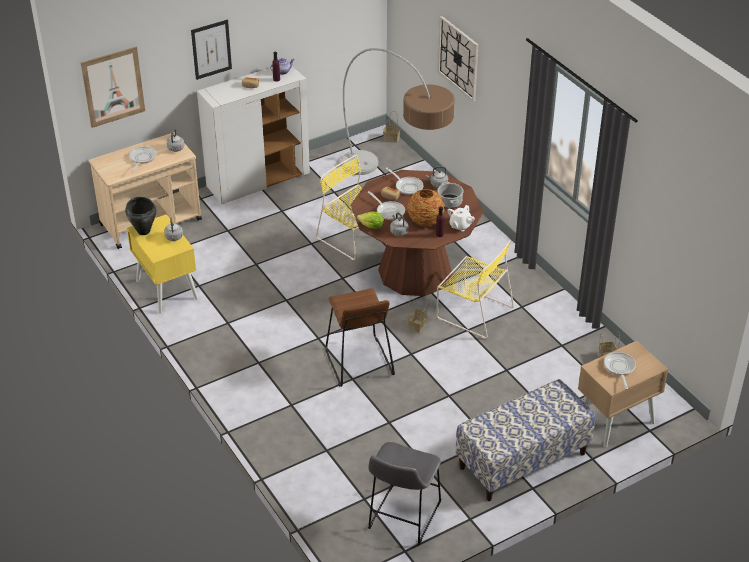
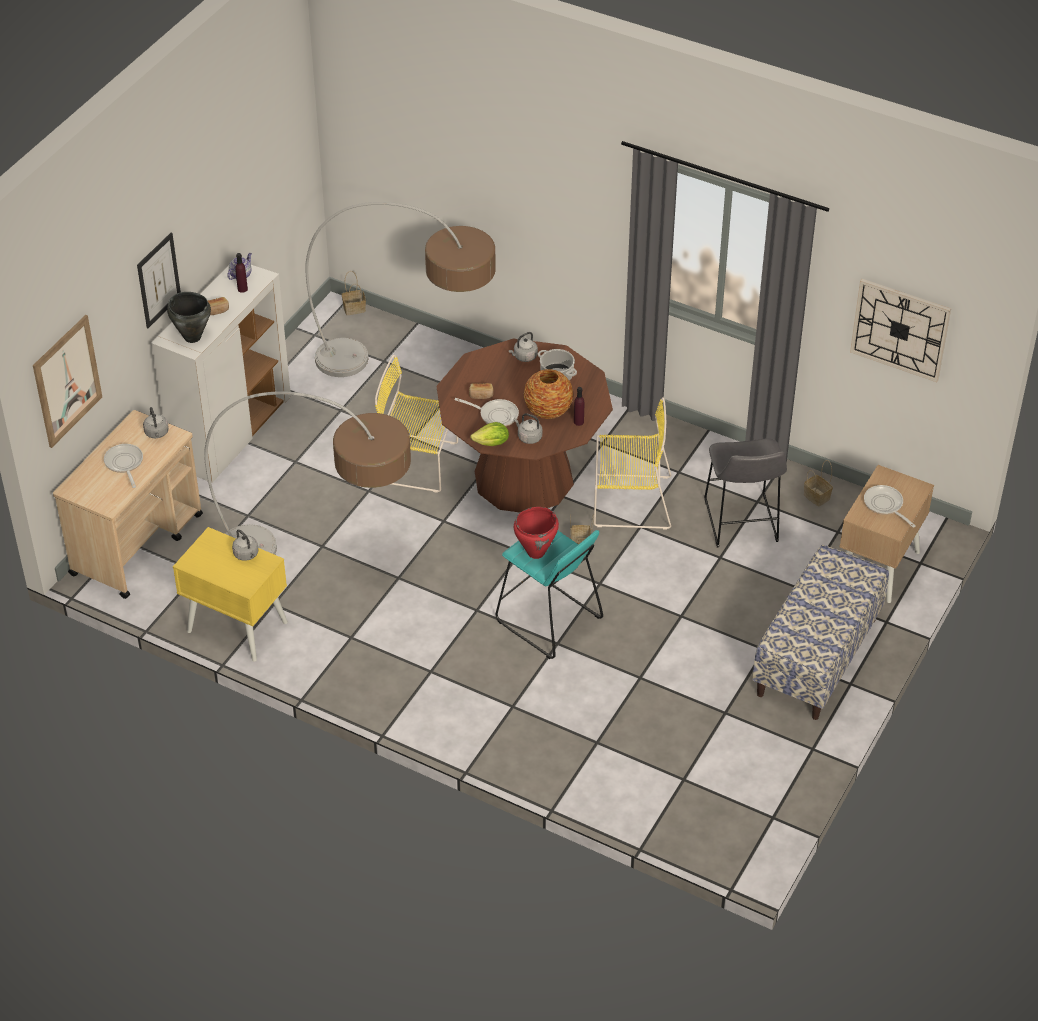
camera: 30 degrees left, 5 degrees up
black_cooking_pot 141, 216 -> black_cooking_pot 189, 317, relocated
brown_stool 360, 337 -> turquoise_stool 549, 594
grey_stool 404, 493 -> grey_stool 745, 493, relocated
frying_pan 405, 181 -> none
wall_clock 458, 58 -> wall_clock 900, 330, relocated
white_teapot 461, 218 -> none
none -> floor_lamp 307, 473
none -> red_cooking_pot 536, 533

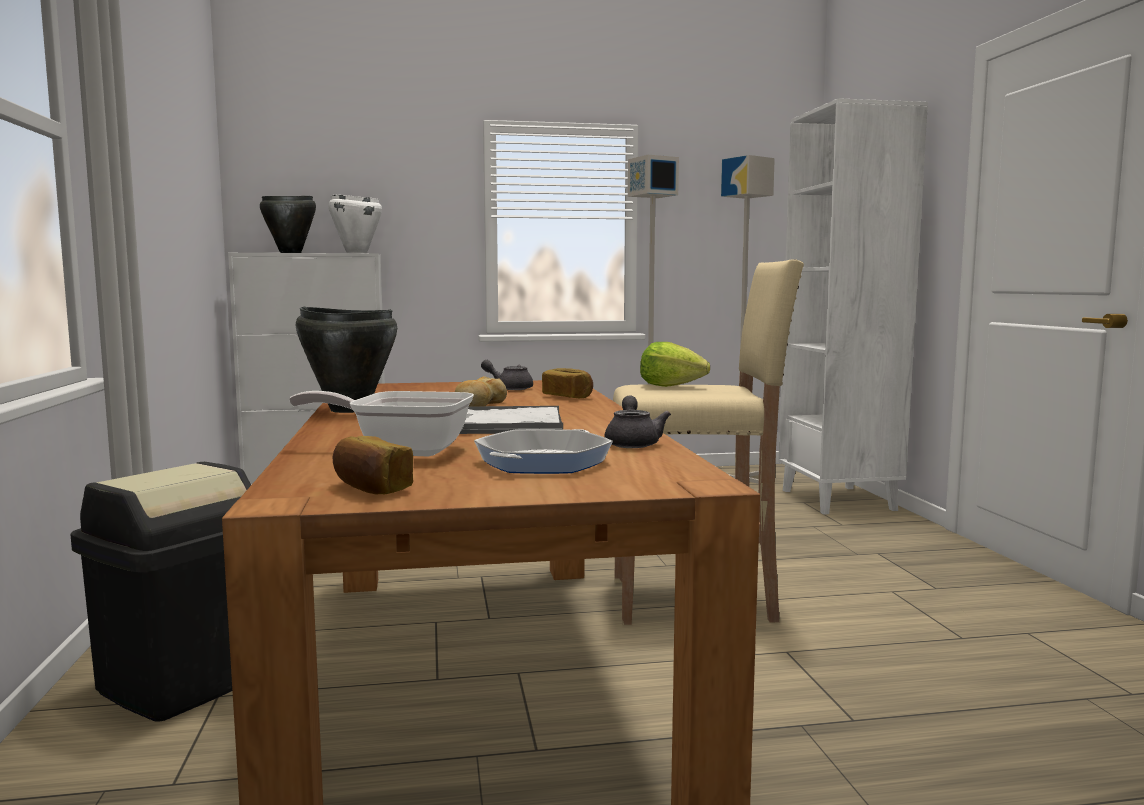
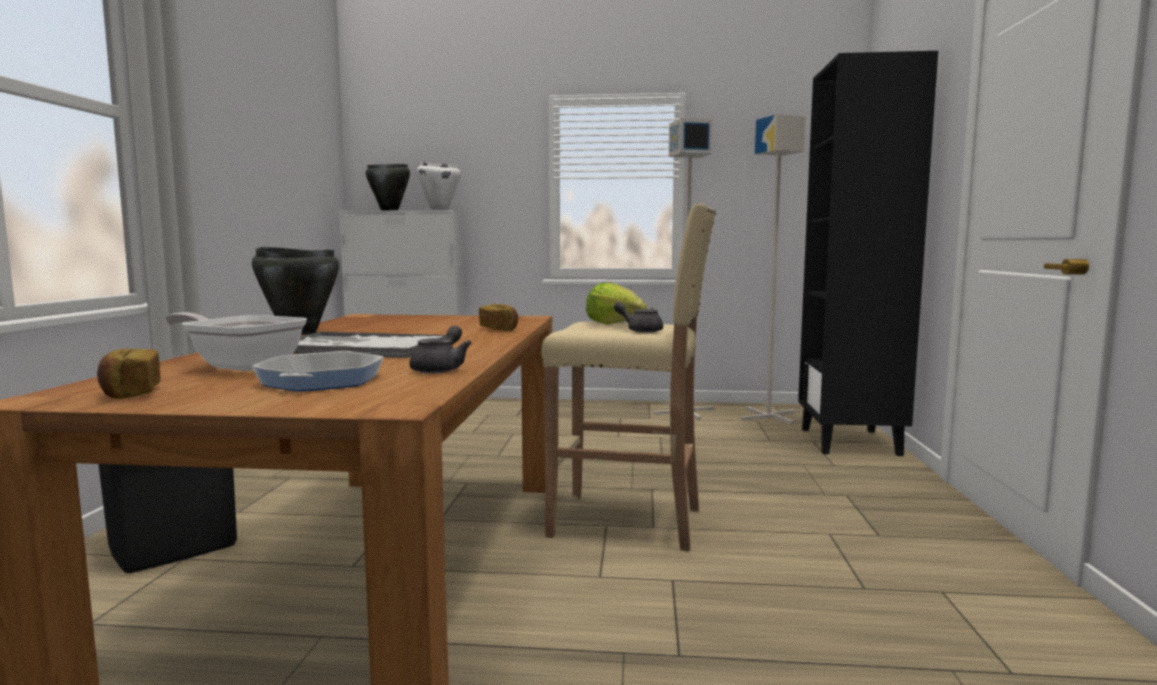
camera: 15 degrees right, 0 degrees up
bread 481, 391 -> none
frying_pan 543, 451 -> frying_pan 318, 371, 45 degrees counterclockwise
grey_teapot 507, 375 -> grey_teapot 638, 317, relocated
white_bookcase 853, 306 -> black_bookcase 868, 253

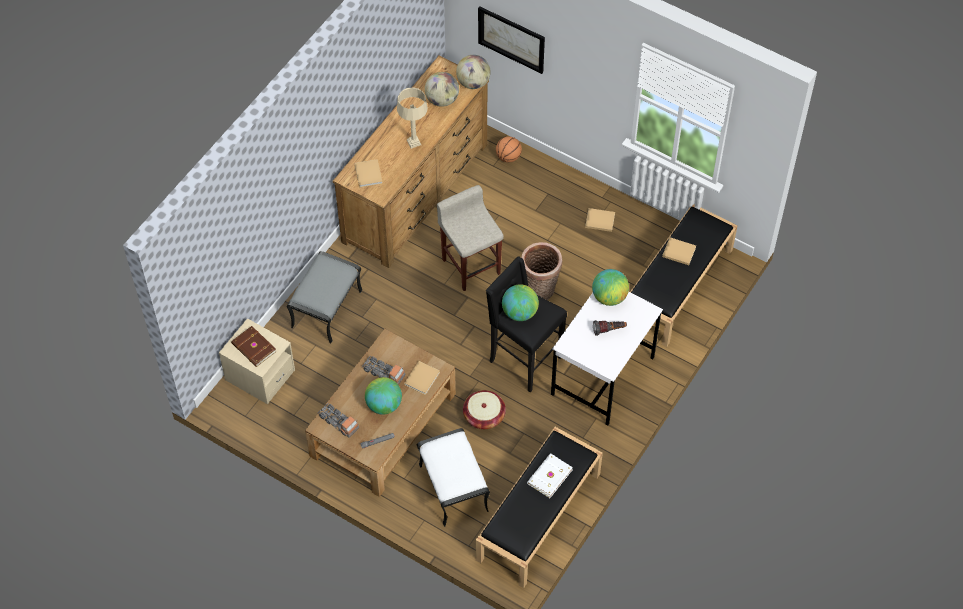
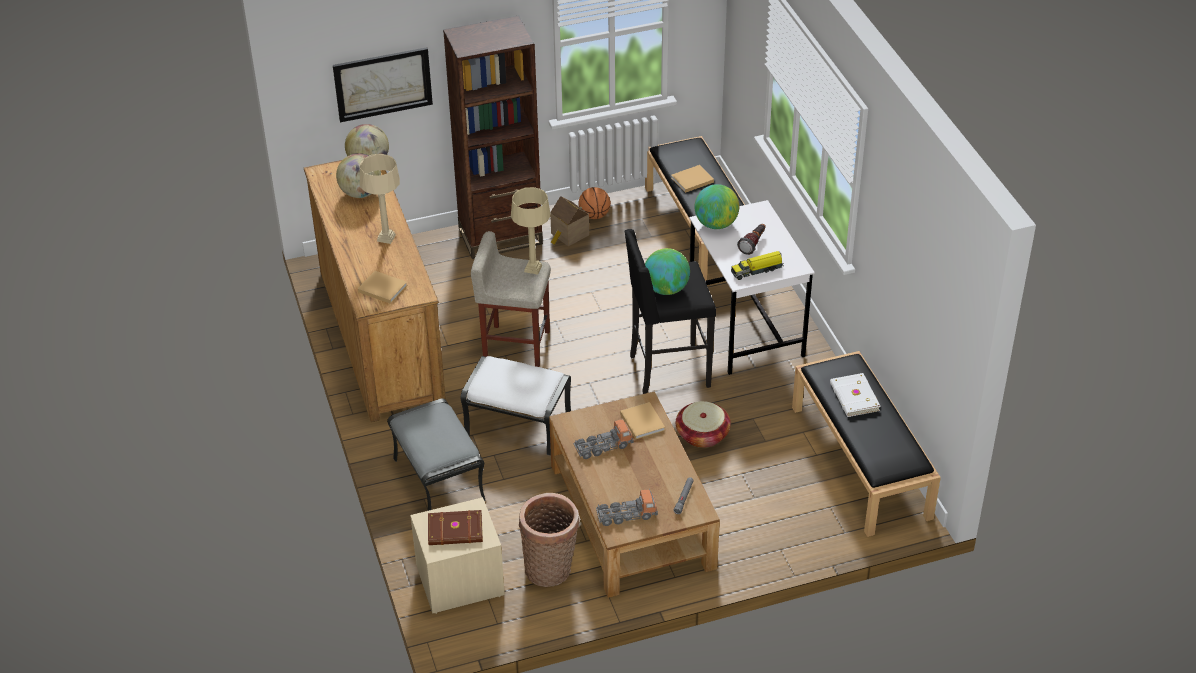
camera: 50 degrees left, 15 degrees down
globe 383, 396 -> none
white_ottoman 453, 477 -> white_ottoman 515, 406, relocated
basketball 509, 149 -> basketball 594, 203, relocated
basket 541, 271 -> basket 549, 540, relocated
beige_book 600, 220 -> toy_house 569, 221
none -> brown_bookcase 493, 137
none -> beige_table_lamp 530, 231
none -> toy_truck 757, 265

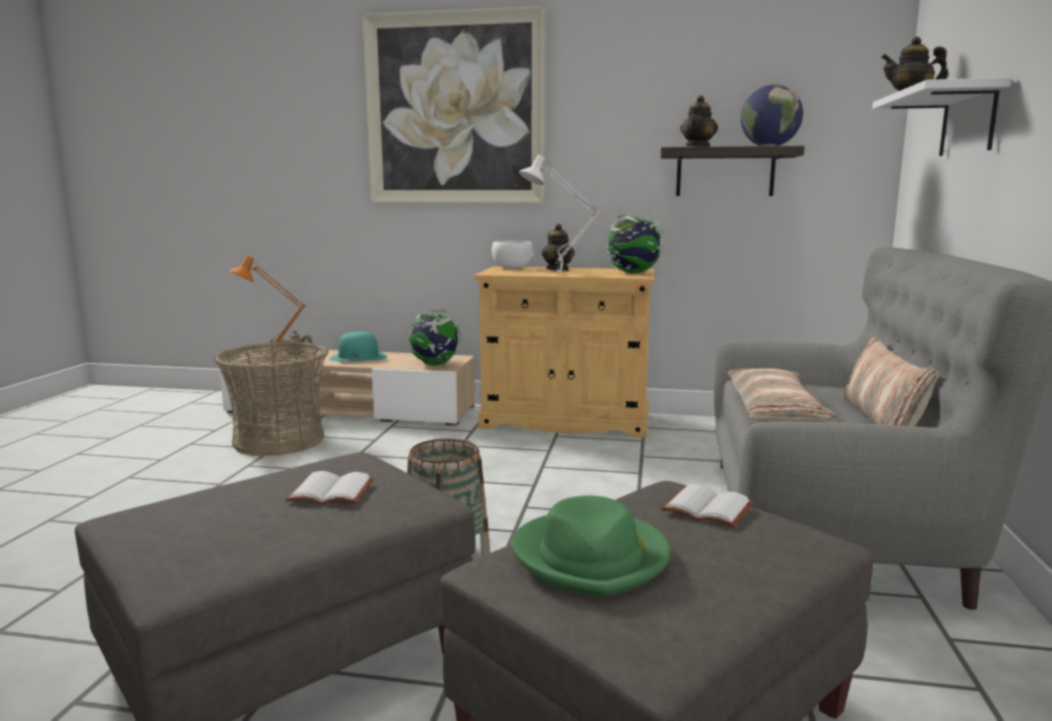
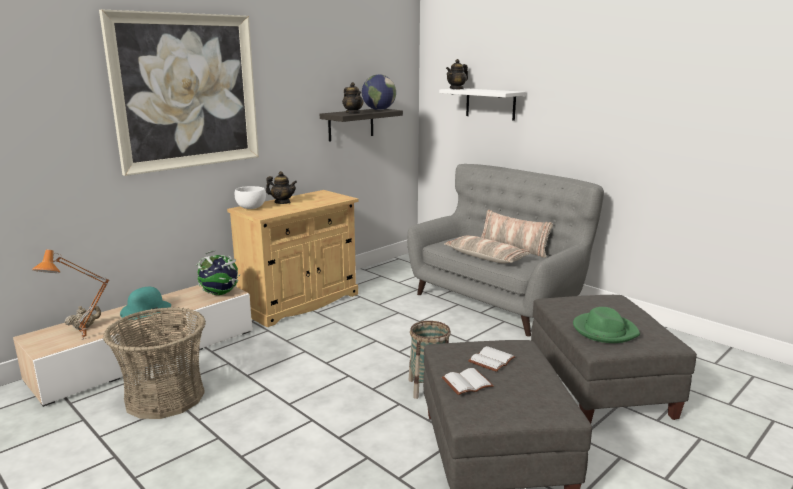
camera: 55 degrees left, 5 degrees up
white_table_lamp 559, 215 -> none
globe 635, 244 -> none
white_book 707, 505 -> white_book 468, 381, relocated

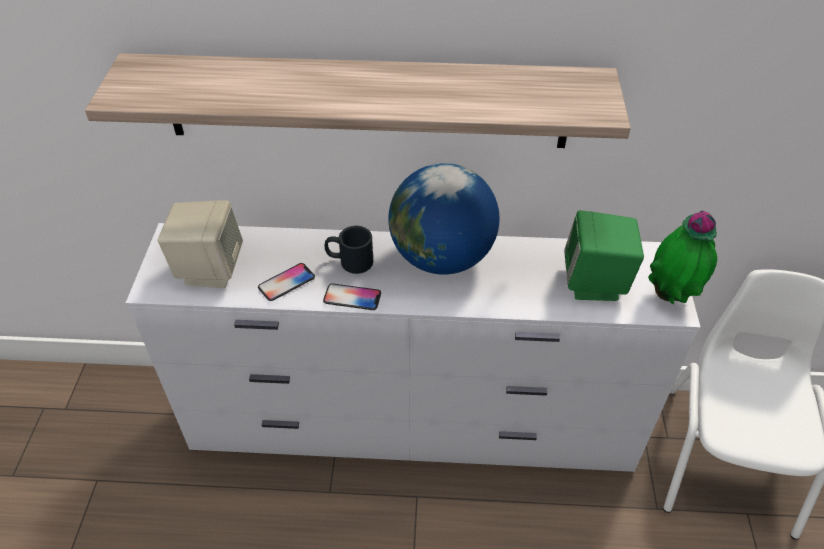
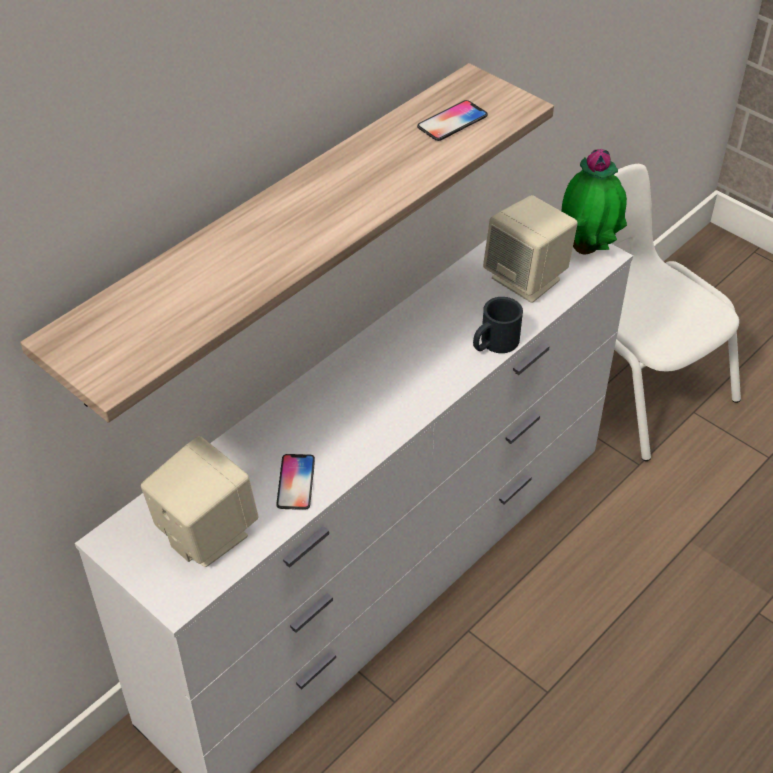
camera: 50 degrees left, 0 degrees up
phone 352, 296 -> phone 452, 120, relocated
black_mug 349, 250 -> black_mug 498, 325, relocated
globe 444, 219 -> none
green_speaker 604, 255 -> beige_speaker 530, 249

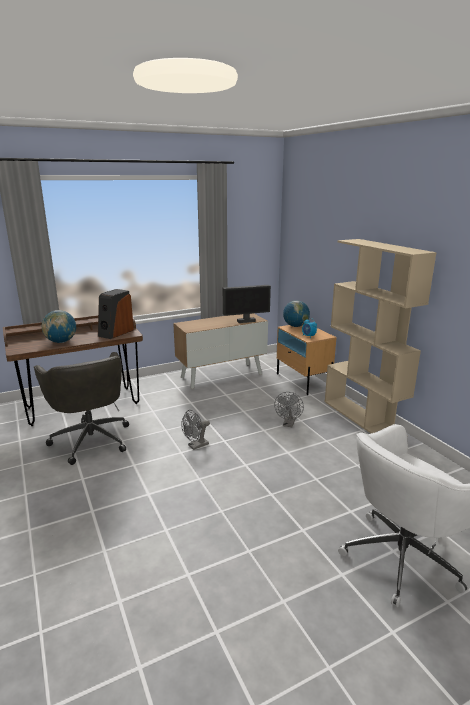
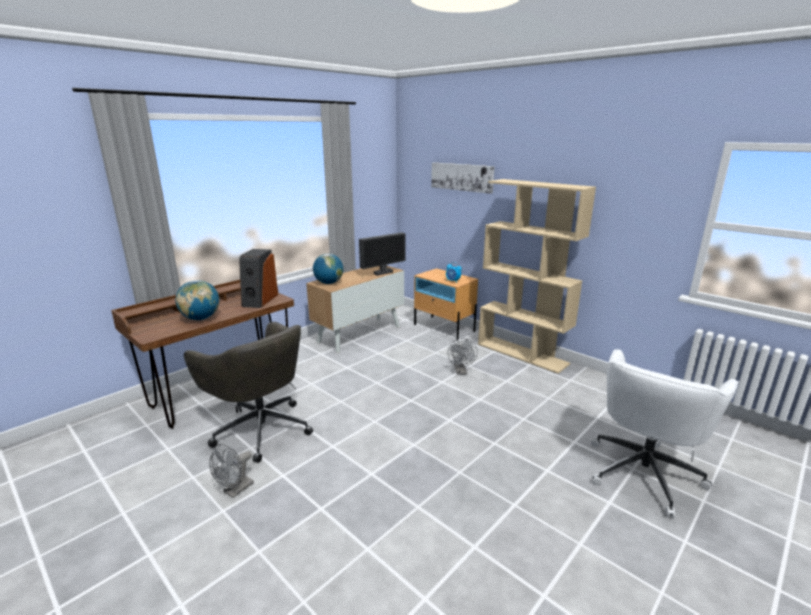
camera: 20 degrees left, 0 degrees up
grey_fan 195, 430 -> grey_fan 231, 471, relocated
globe 296, 313 -> globe 328, 269, relocated
none -> picture 463, 178

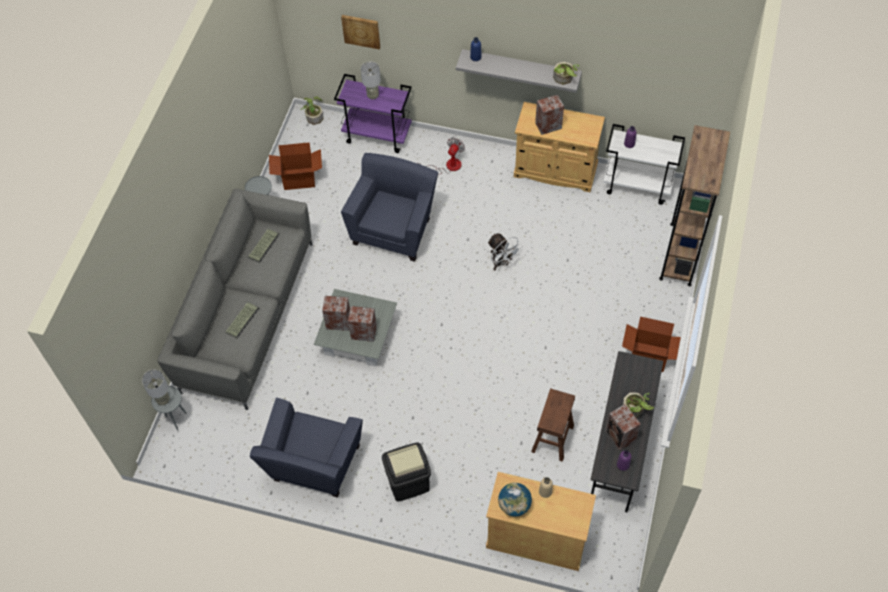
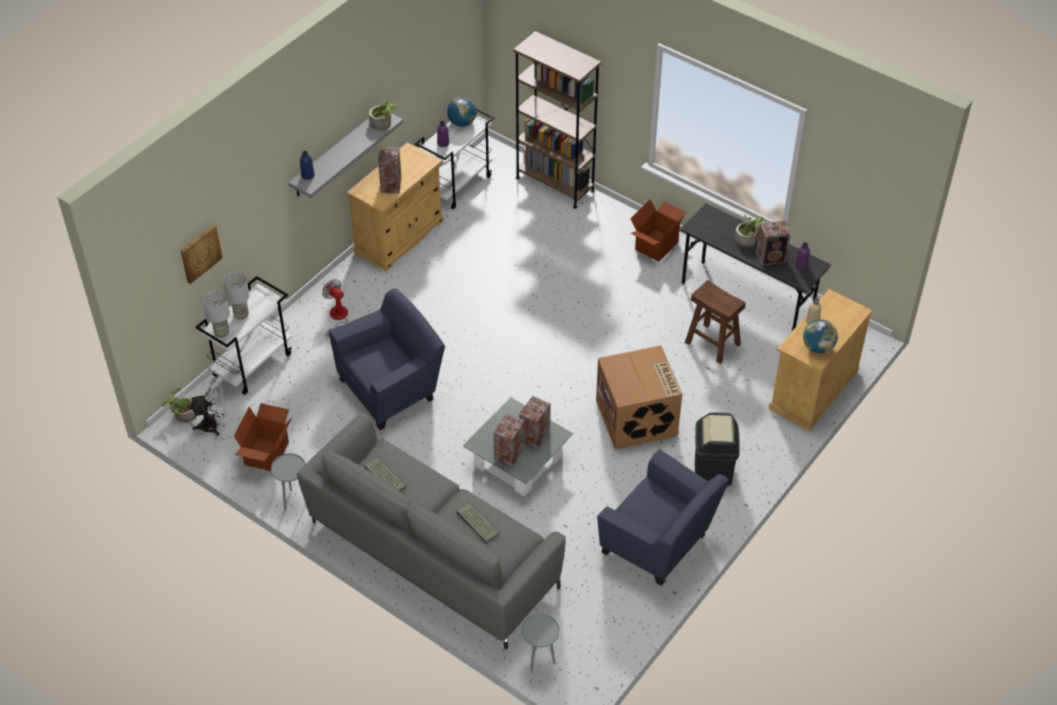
camera: 70 degrees left, 10 degrees down
grey_table_lamp 156, 387 -> grey_table_lamp 216, 314, relocated
purple_cart 373, 113 -> white_cart 244, 335
blue_armchair 389, 207 -> blue_armchair 387, 359, 105 degrees clockwise
white_fan 504, 252 -> white_fan 208, 409, relocated
none -> globe 461, 112
none -> cardboard_box 639, 397

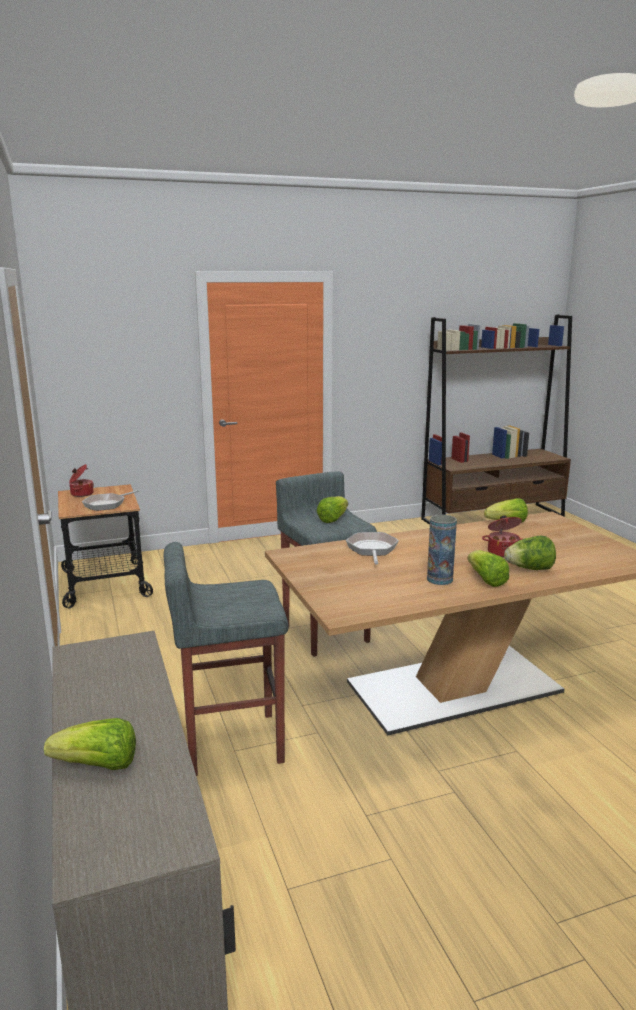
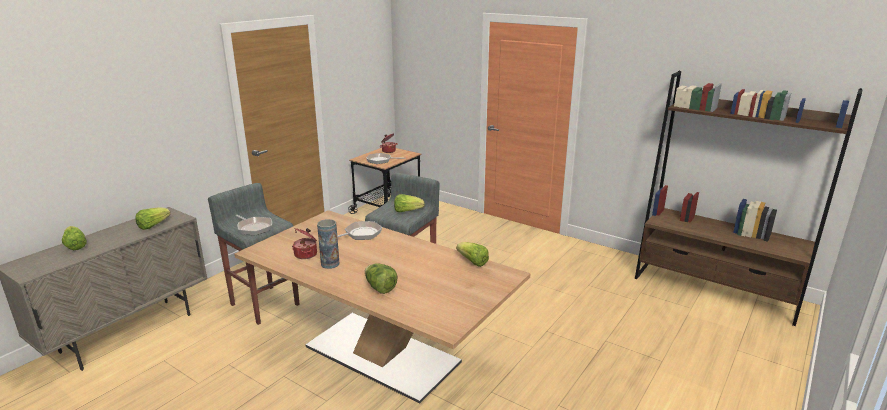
camera: 55 degrees right, 5 degrees up
lettuce 488, 568 -> lettuce 153, 218, relocated
cooking_pot 502, 536 -> cooking_pot 304, 243, relocated
none -> frying_pan 254, 225

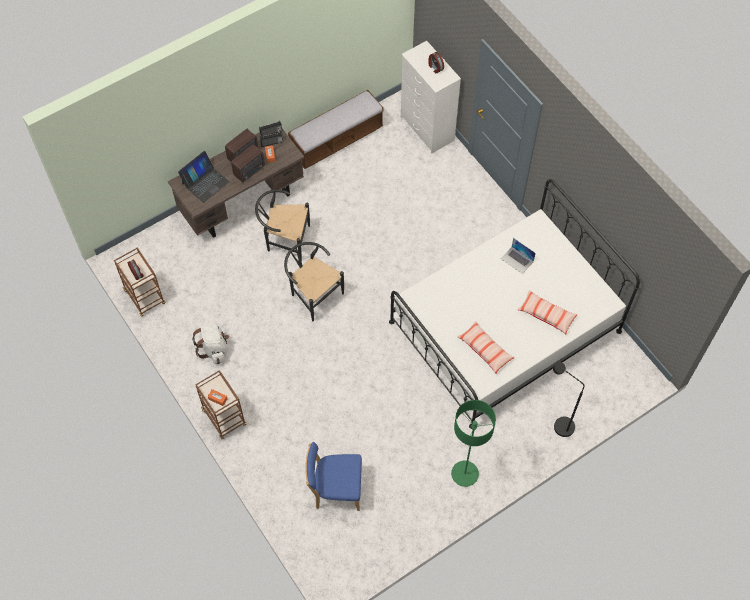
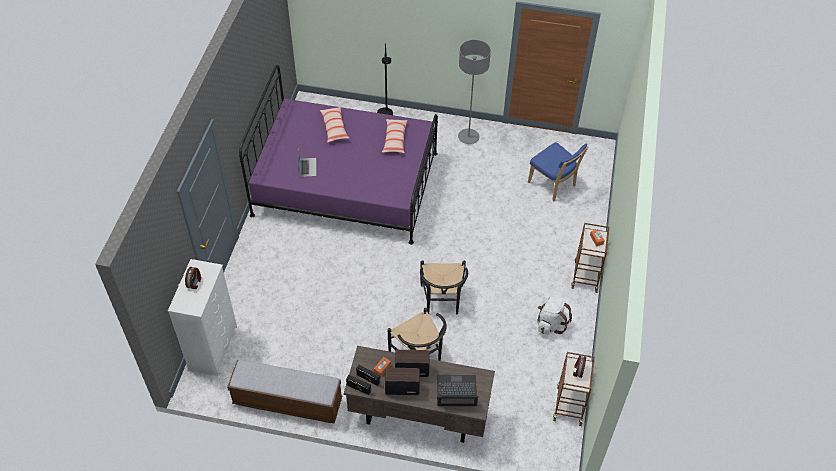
camera: 135 degrees left, 10 degrees down
white_bed 514, 304 -> purple_bed 338, 155
green_floor_lamp 473, 443 -> grey_floor_lamp 474, 92

